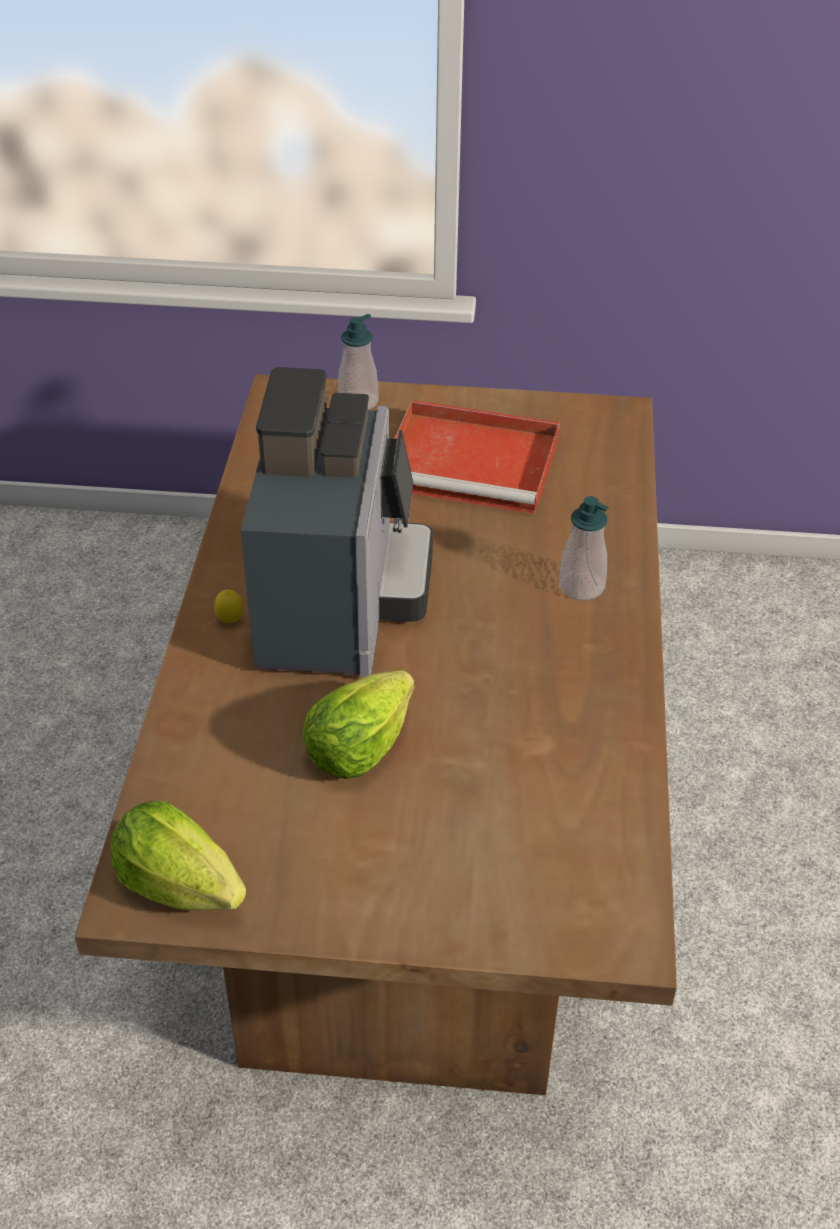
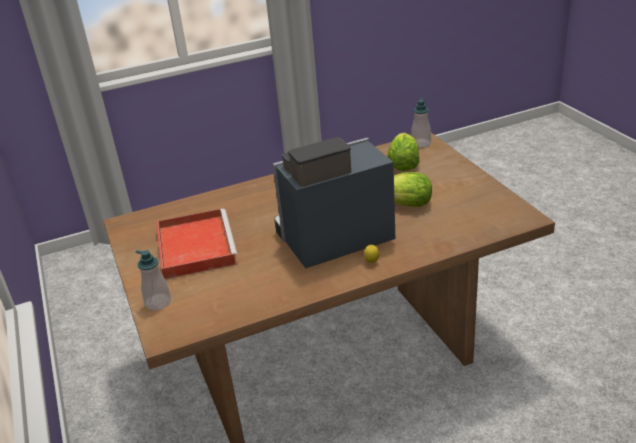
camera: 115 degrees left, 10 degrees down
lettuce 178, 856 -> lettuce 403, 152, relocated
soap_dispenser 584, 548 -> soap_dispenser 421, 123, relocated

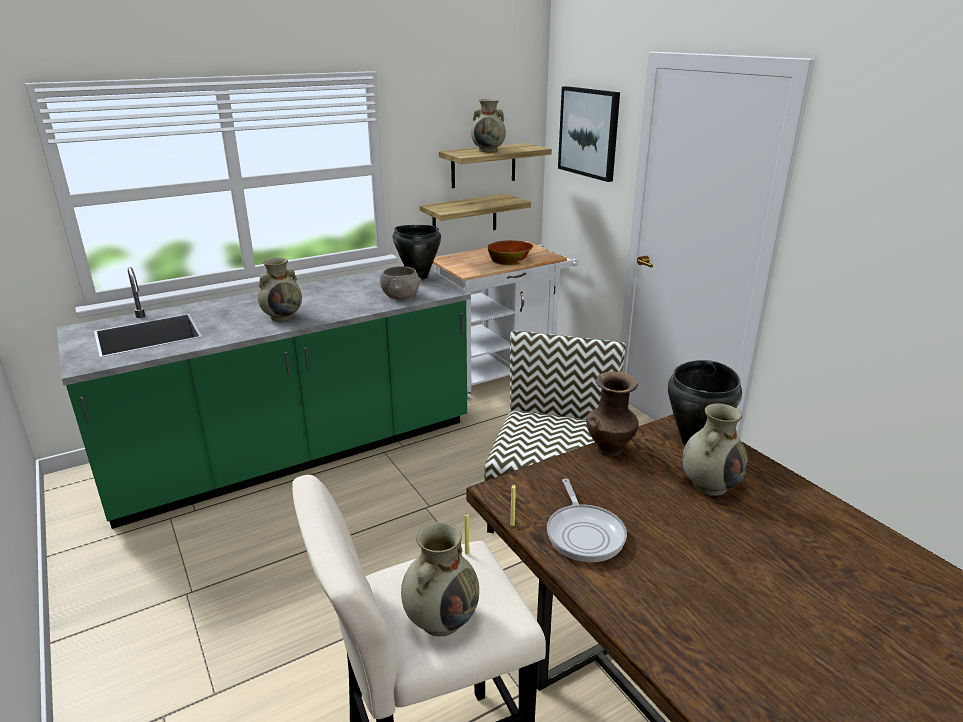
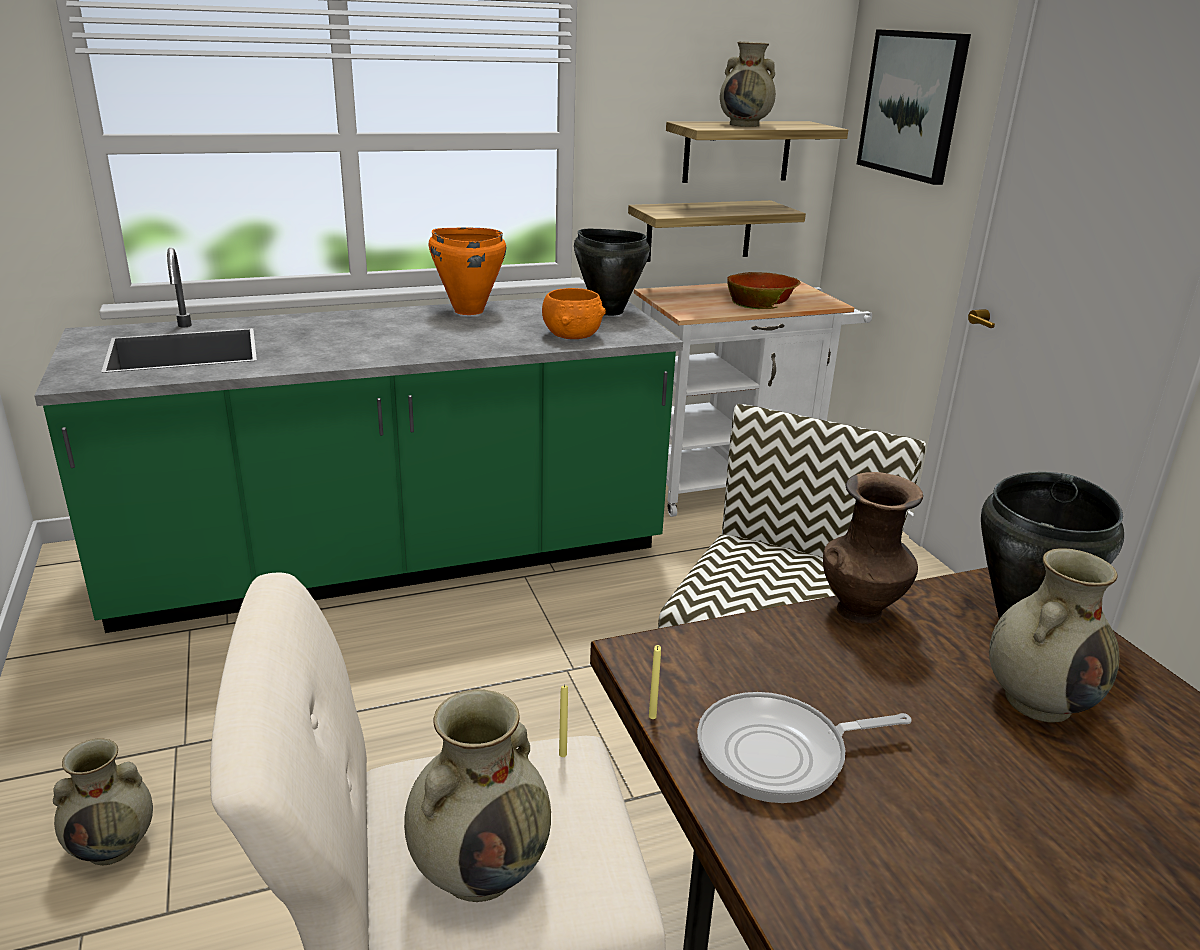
camera: 10 degrees right, 0 degrees up
beige_vase 280, 289 -> beige_vase 103, 801, relocated
grey_bowl 400, 283 -> orange_bowl 574, 313
frying_pan 587, 520 -> frying_pan 804, 747, 75 degrees clockwise
none -> orange_cooking_pot 467, 271

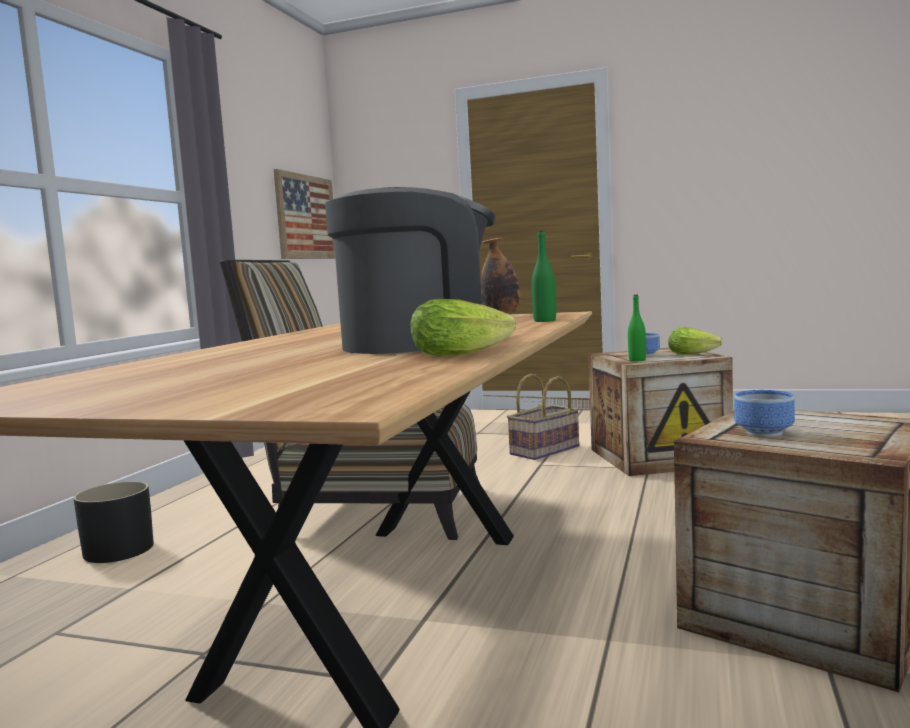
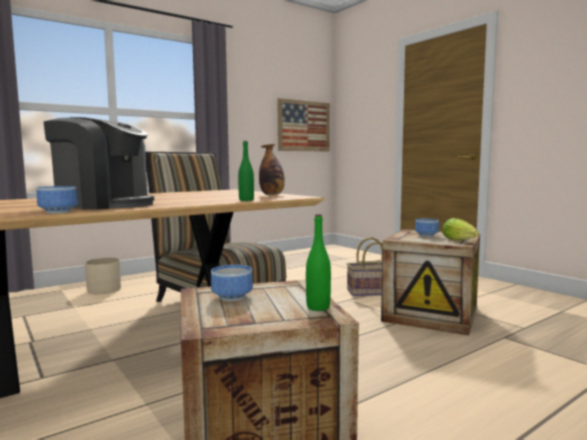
camera: 35 degrees right, 0 degrees up
black_planter 113, 522 -> beige_planter 102, 276
lettuce 463, 328 -> bowl 57, 199
green_bottle 637, 328 -> green_bottle 318, 262, relocated

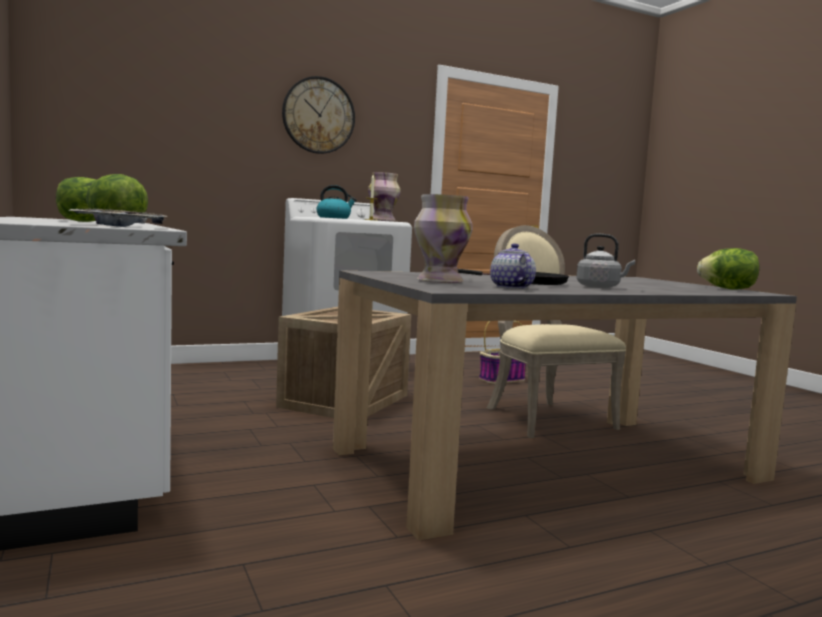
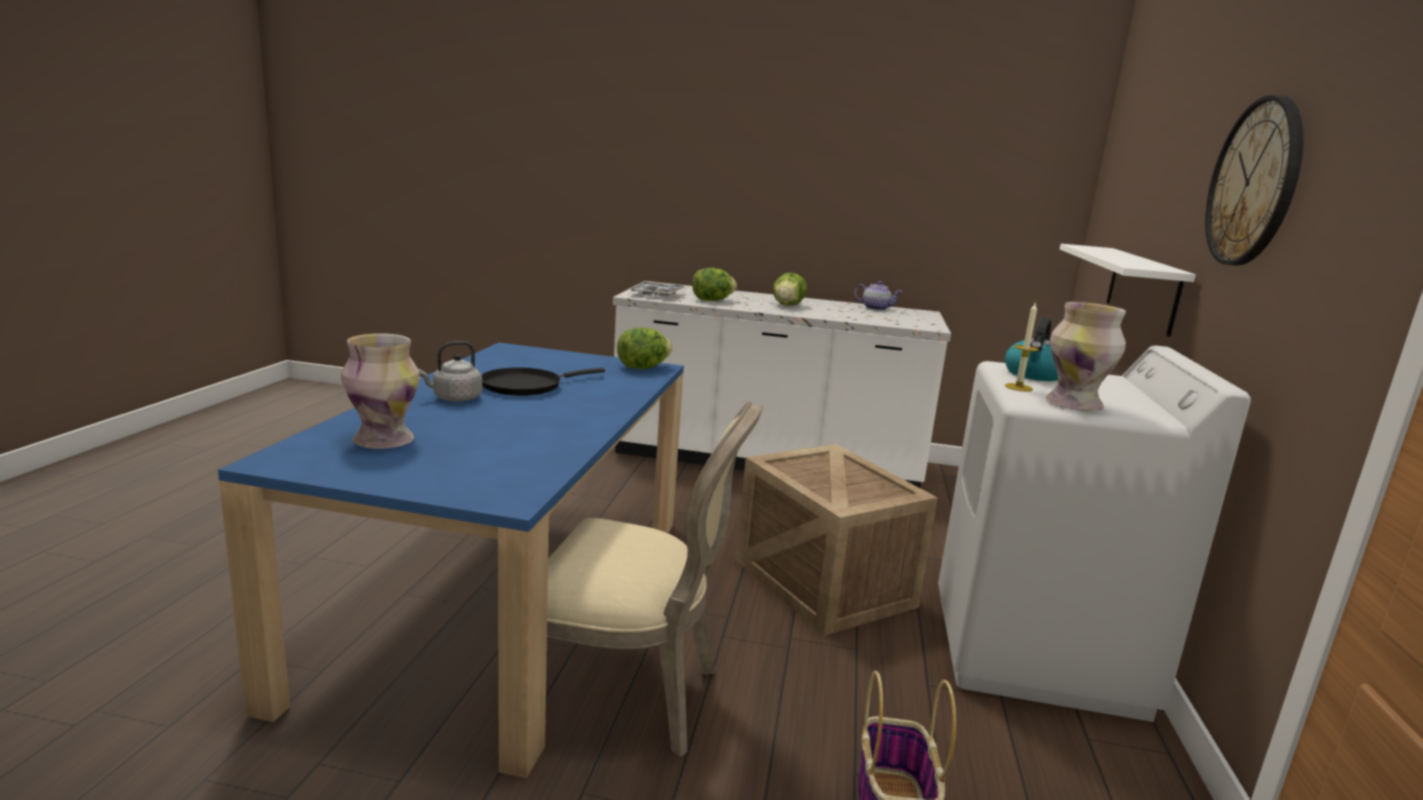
camera: 125 degrees right, 10 degrees up
grey_dining_table 565, 405 -> blue_dining_table 451, 560
vase 443, 238 -> vase 380, 391, relocated
teapot 513, 266 -> teapot 878, 295, relocated
lettuce 728, 269 -> lettuce 645, 348, relocated
none -> white_shelf 1128, 290

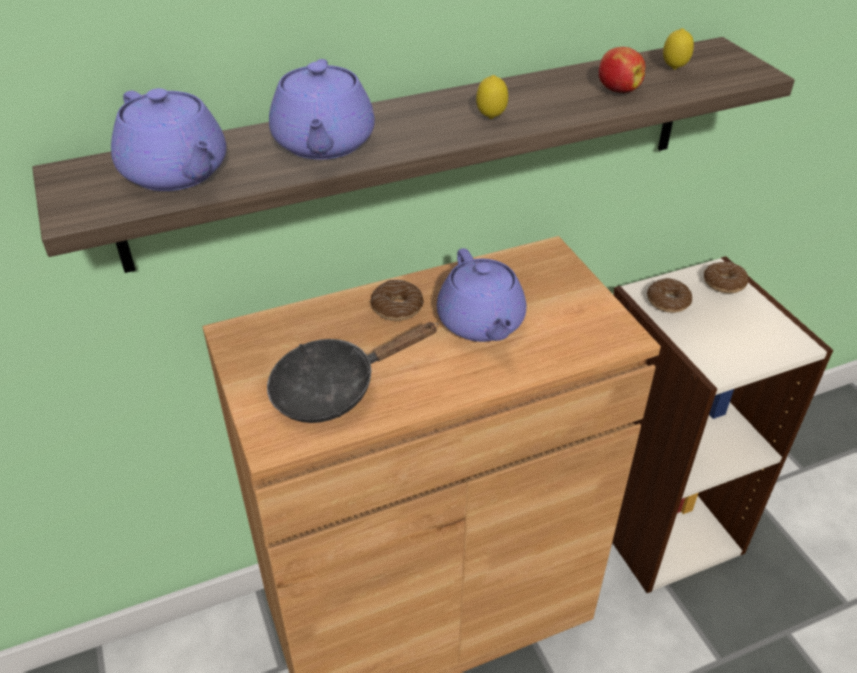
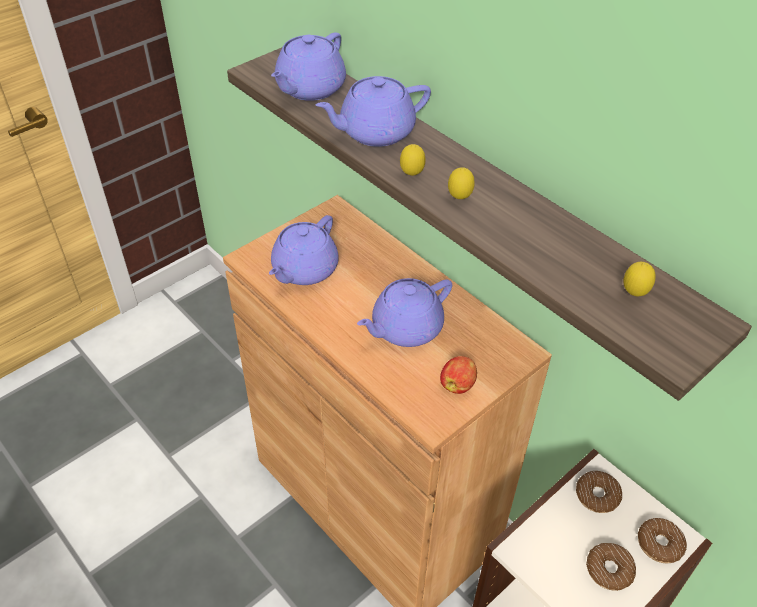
camera: 70 degrees right, 5 degrees up
black_frying_pan 352, 372 -> purple_teapot 304, 250
donut 397, 300 -> donut 611, 567, relocated
apple 622, 70 -> apple 458, 375, relocated
none -> lemon 412, 160

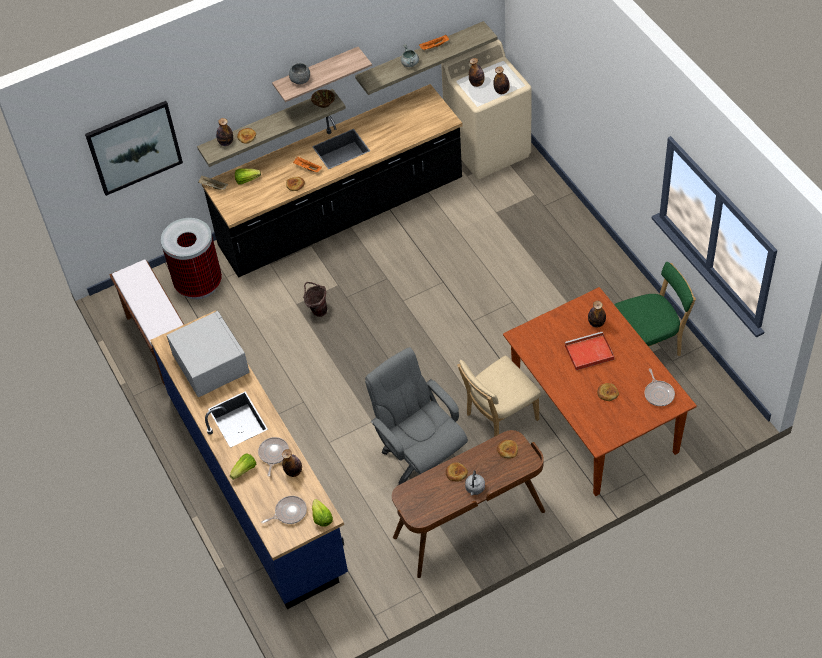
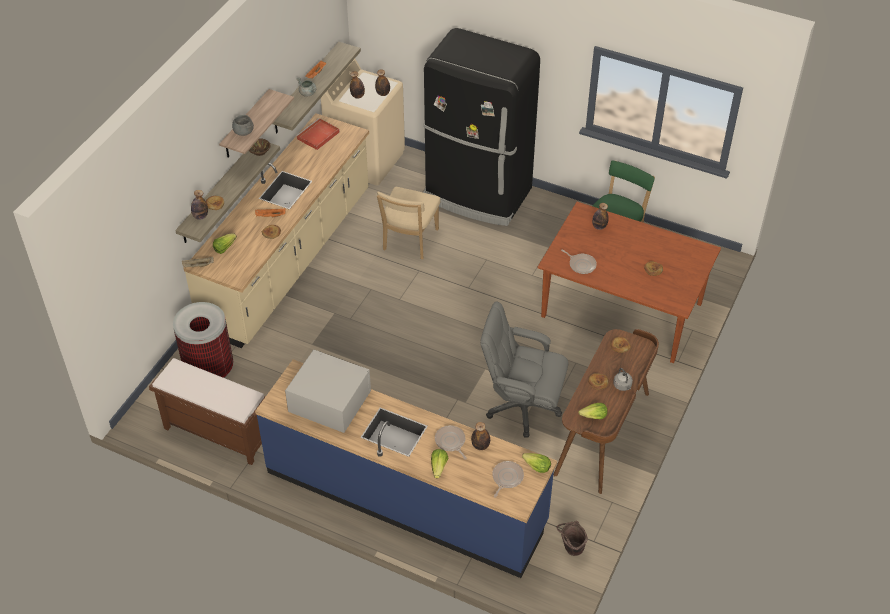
camera: 40 degrees left, 5 degrees down
picture 134, 148 -> none
black_counter 332, 181 -> beige_counter 276, 230
brown_bucket 315, 299 -> brown_bucket 572, 538, relocated
beige_chair 499, 396 -> beige_chair 408, 223, relocated
red_tray 589, 351 -> red_tray 318, 134, relocated
frying_pan 659, 387 -> frying_pan 579, 261, relocated
none -> black_fridge 481, 127
none -> lettuce 592, 411

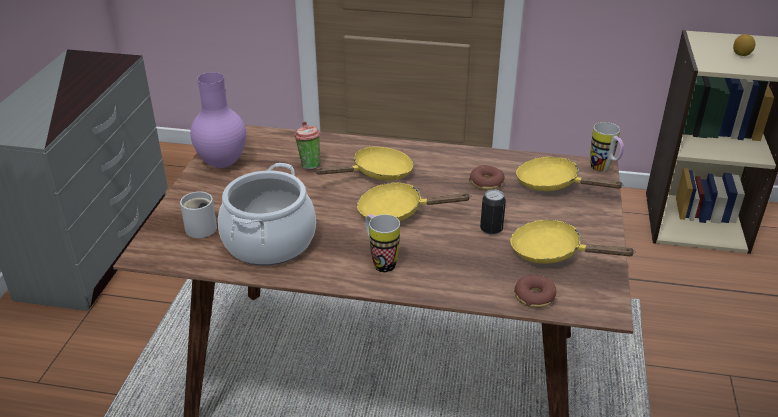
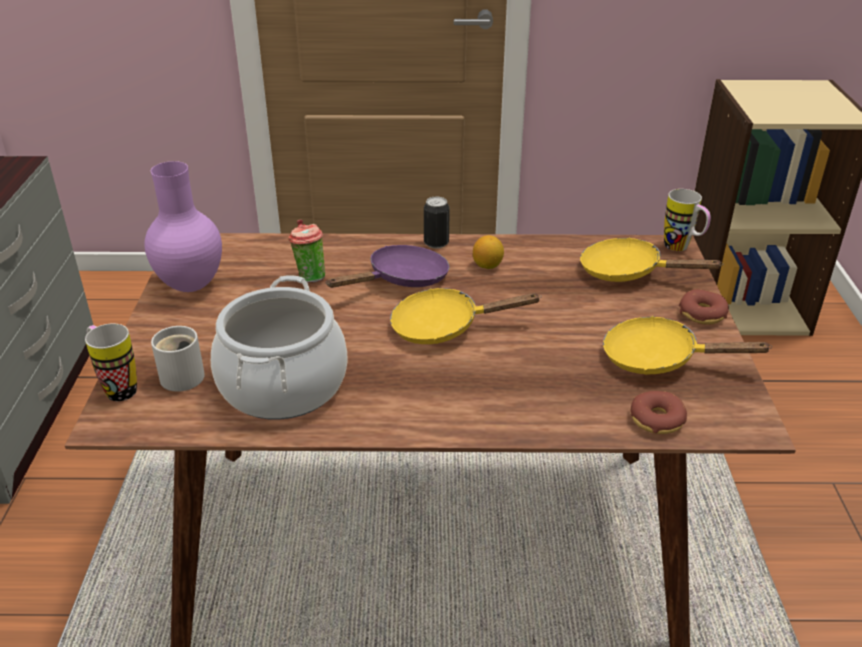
camera: 10 degrees left, 0 degrees up
yellow_frying_pan 364, 163 -> purple_frying_pan 387, 266
mug 382, 243 -> mug 111, 362, relocated
donut 487, 177 -> donut 704, 307, relocated
can 493, 212 -> can 437, 223, relocated
lemon 744, 45 -> lemon 488, 252, relocated

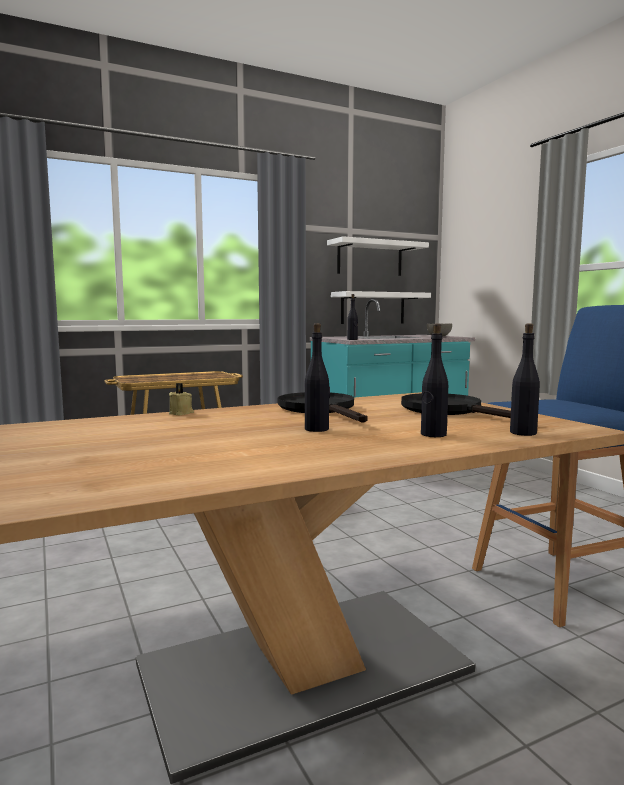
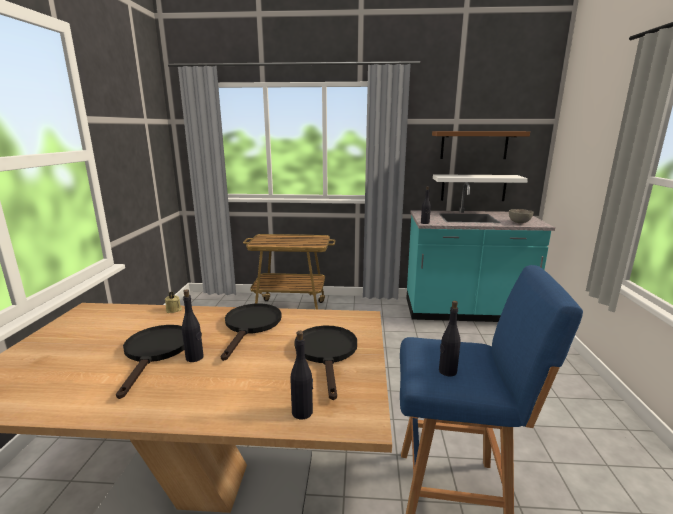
camera: 30 degrees right, 10 degrees up
white_shelf 378, 256 -> brown_shelf 481, 145
black_bottle 434, 380 -> black_bottle 450, 338, relocated
none -> black_frying_pan 150, 362

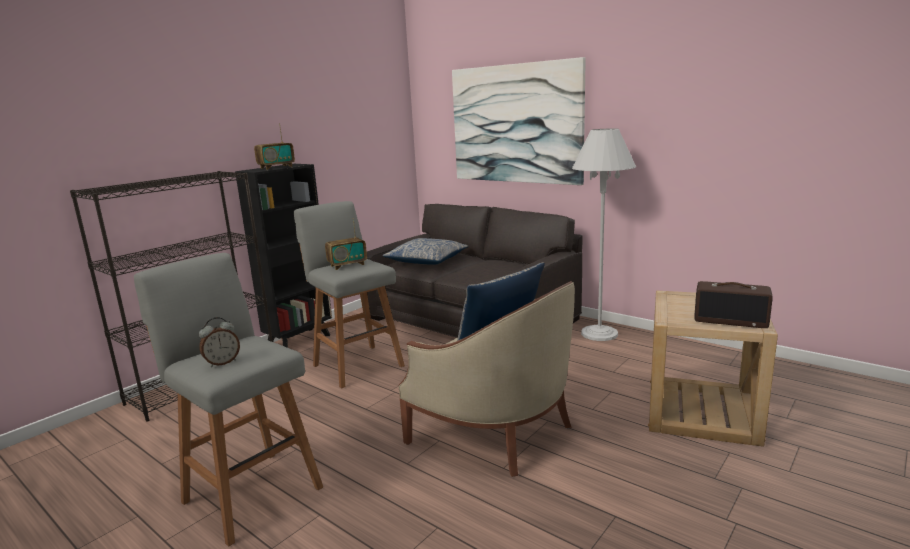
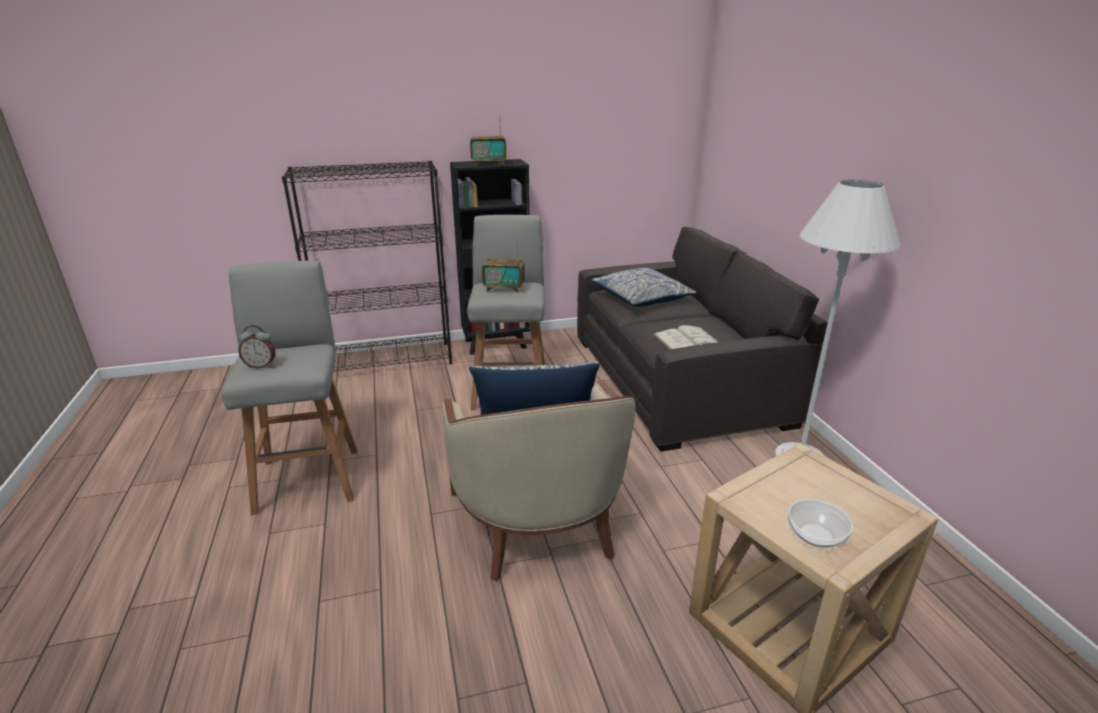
camera: 35 degrees right, 10 degrees up
picture 519, 121 -> none
radio 733, 304 -> bowl 820, 523
none -> white_book 685, 337

